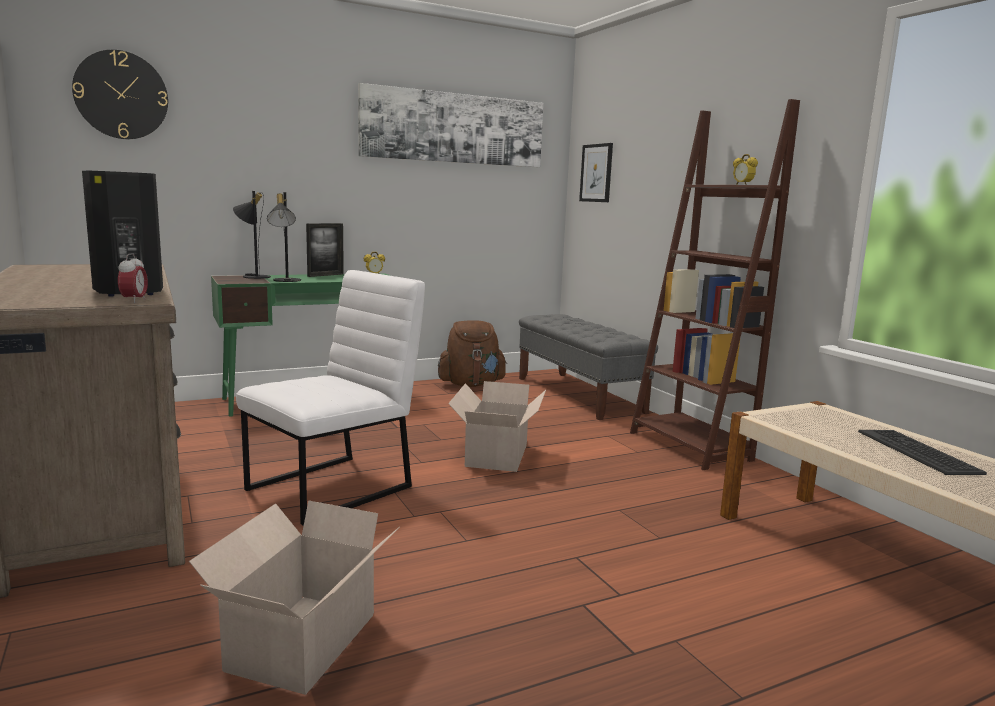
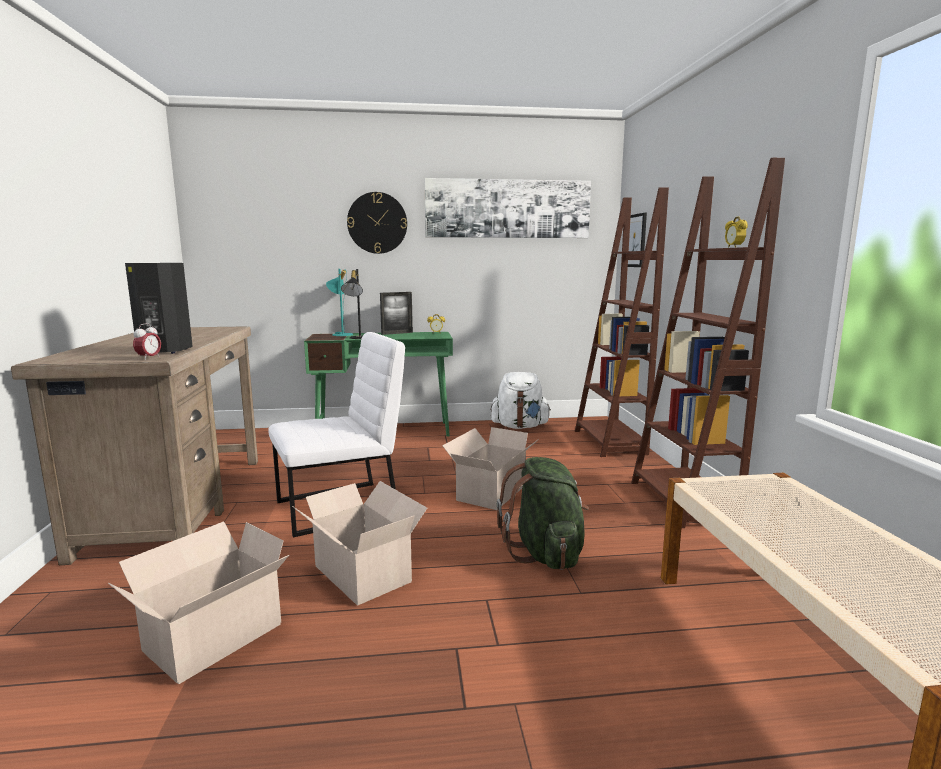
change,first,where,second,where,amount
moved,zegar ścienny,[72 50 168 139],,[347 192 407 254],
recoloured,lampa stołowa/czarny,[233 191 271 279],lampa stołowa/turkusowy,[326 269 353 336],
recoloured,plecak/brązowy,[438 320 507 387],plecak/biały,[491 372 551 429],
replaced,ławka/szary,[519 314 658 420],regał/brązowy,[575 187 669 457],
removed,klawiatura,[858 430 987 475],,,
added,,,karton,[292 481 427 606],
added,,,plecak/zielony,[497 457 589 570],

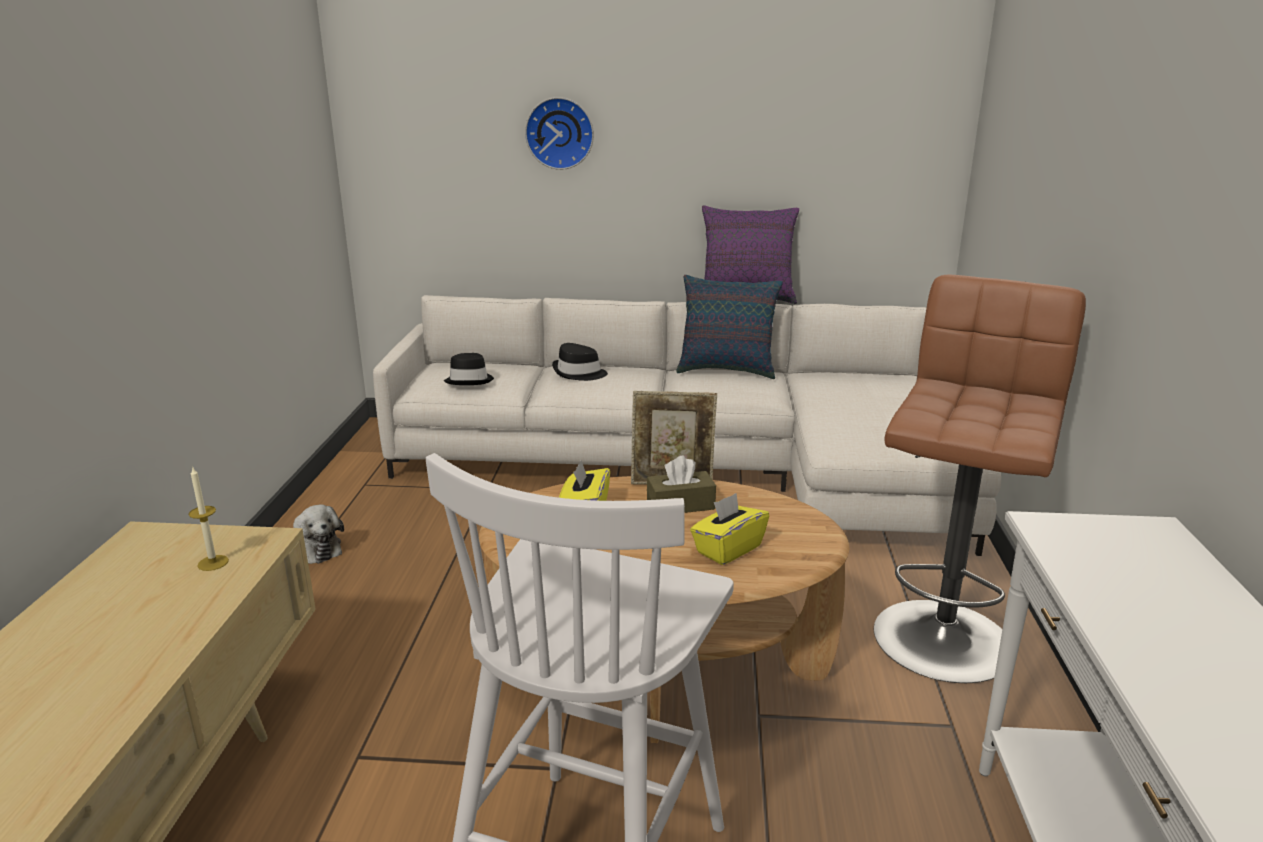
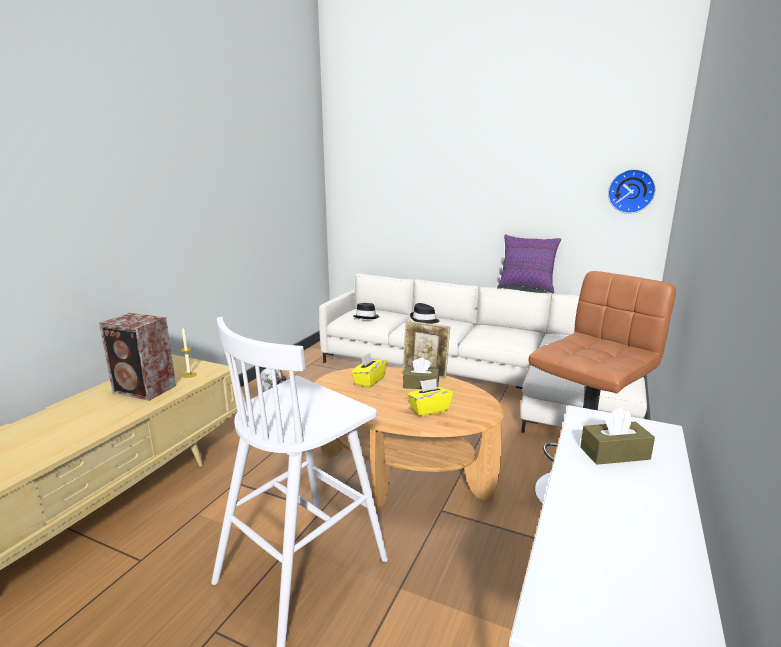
change,first,where,second,where,amount
moved,zegar ścienny,[525 97 594 170],,[608 169 656 214],
removed,poduszka/niebieski,[676 275 783 379],,,
added,,,głośnik,[99 313 176 401],
added,,,pudełko chusteczek/brązowy,[580 408 655 465],

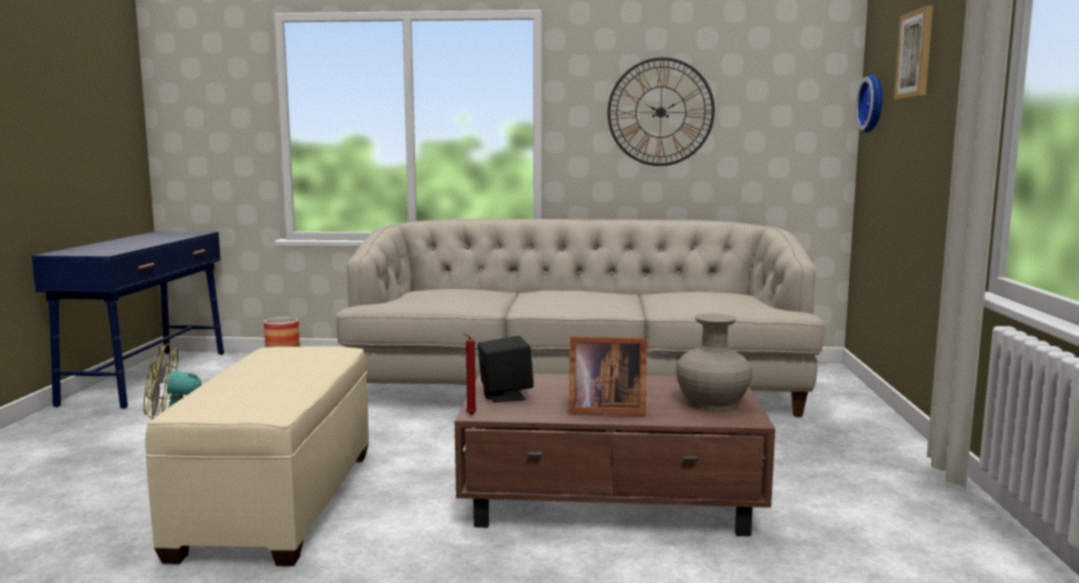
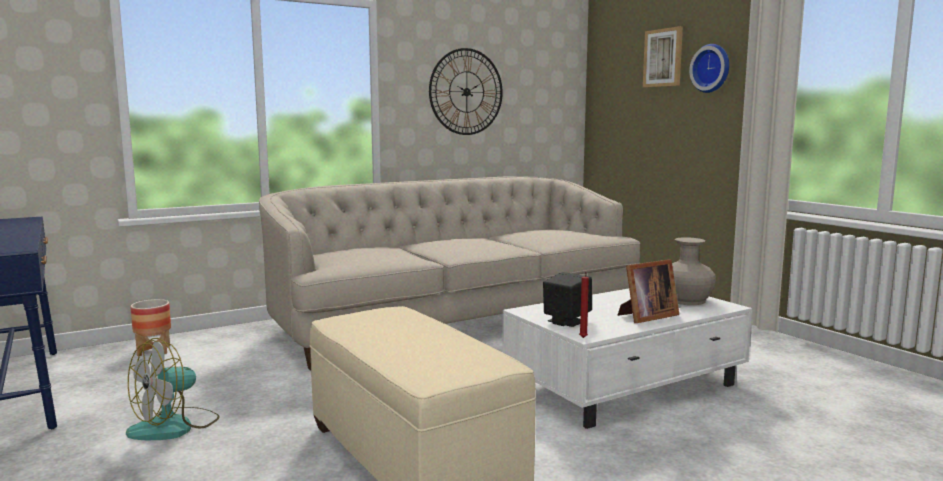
change,first,where,second,where,amount
recoloured,ława/brązowy,[455 373 775 536],ława/biały,[502 289 752 429],
moved,zegar ścienny,[856 74 883 133],,[689 44 729 93],

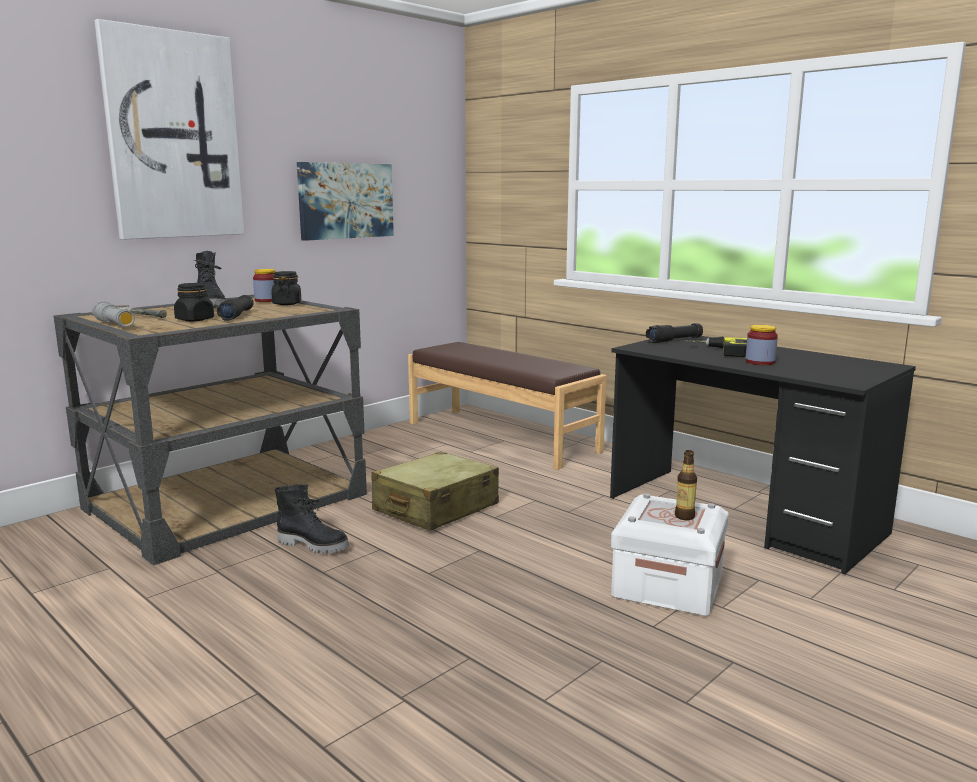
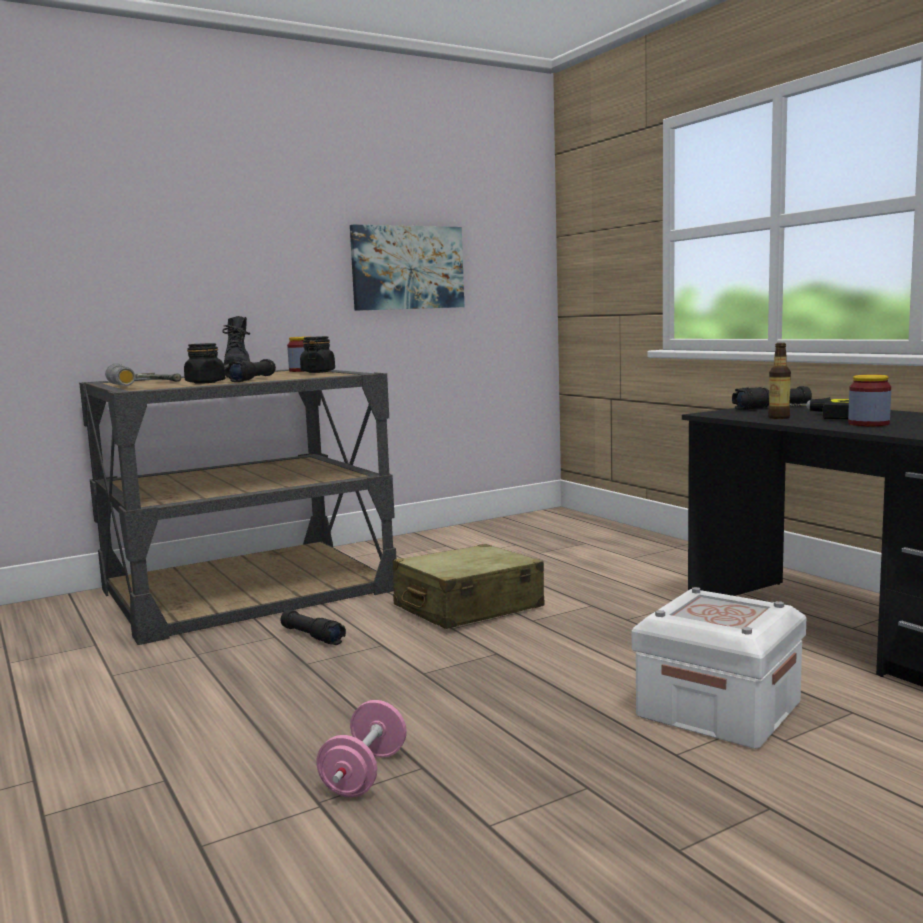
change,first,where,second,where,amount
removed,obraz,[94 19 245 240],,,
replaced,but z cholewką/czarny,[274 484 349 554],latarka/czarny,[281 610 346 645],
removed,ławka/brązowy,[408 342 607 470],,,
moved,butelka,[675 450 697 520],,[768 343 791 419],
added,,,hantel/różowy,[316 700 407 798],

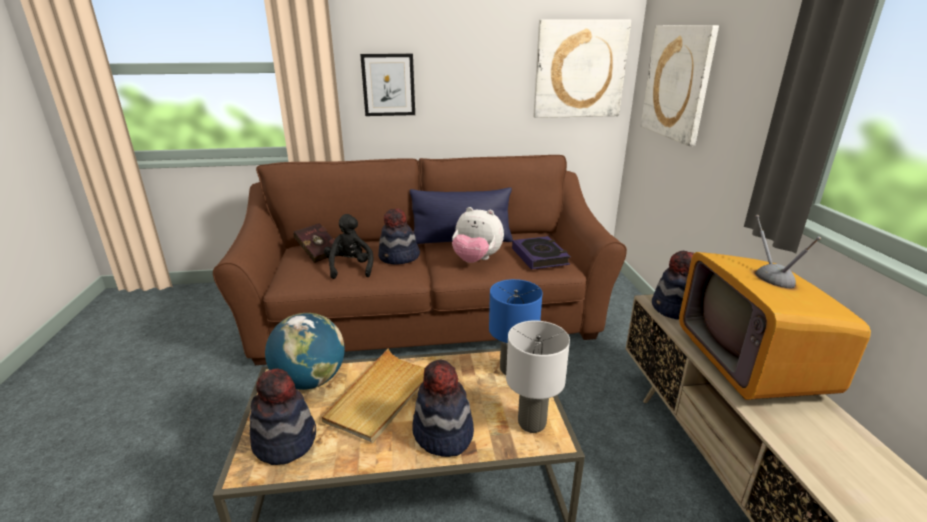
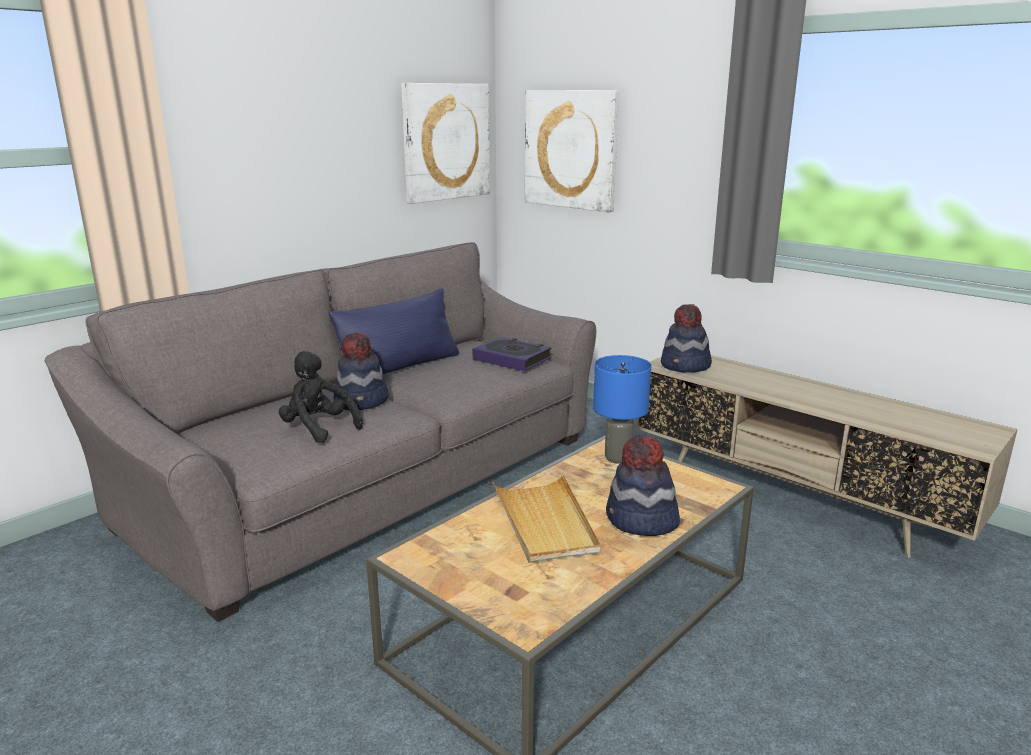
change,first,where,second,where,amount
recoloured,kanapa/brązowy,[213 155 627 365],kanapa/szary,[45 242 596 622],
removed,kapelusz,[250 368 316 465],,,
removed,globus,[265 313 345 390],,,
removed,książka/czerwony,[293 223 335 263],,,
removed,obraz,[360 54 415 116],,,
removed,pluszak,[452 207 504 263],,,
removed,lampa stołowa/biały,[506 320 570 433],,,
removed,telewizor,[679 215 871 400],,,

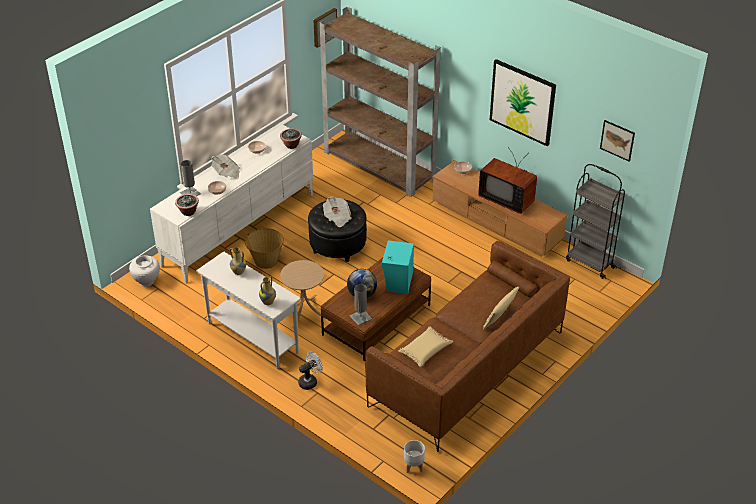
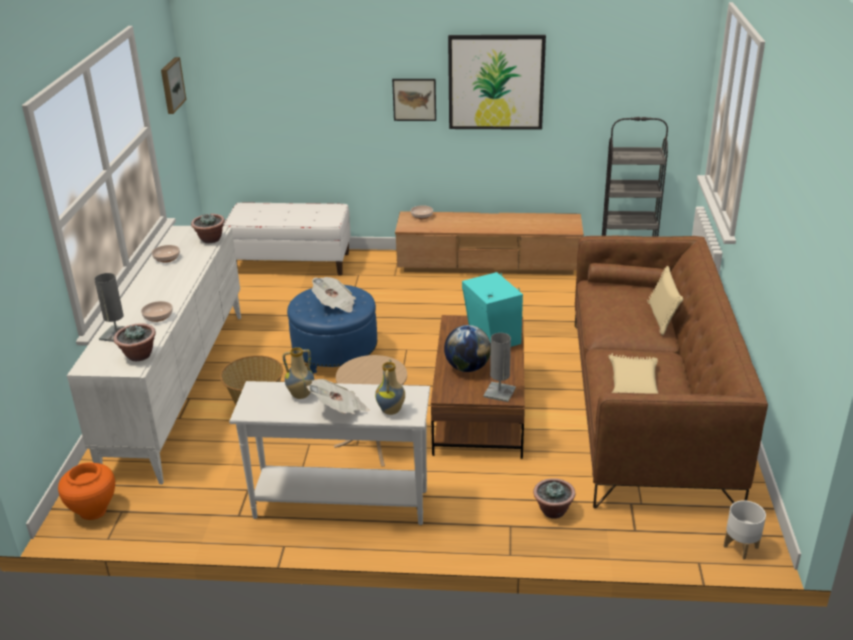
change,first,where,second,where,amount
recoloured,wazon/biały,[129 256 160 287],wazon/pomarańczowy,[58 462 115 520],
moved,gazeta,[211 154 240 179],,[307 379 370 414],
removed,wentylator/biały,[298 352 323 390],,,
recoloured,pufa/czarny,[308 200 367 262],pufa/niebieski,[287 285 378 374],
replaced,regał/brązowy,[320 7 441 197],ławka/biały,[223 202 351 275],
removed,telewizor,[478 147 537 214],,,
moved,obraz,[600 120 635 162],,[392 79 436 121],
added,,,roślina doniczkowa,[533 478 575 519],

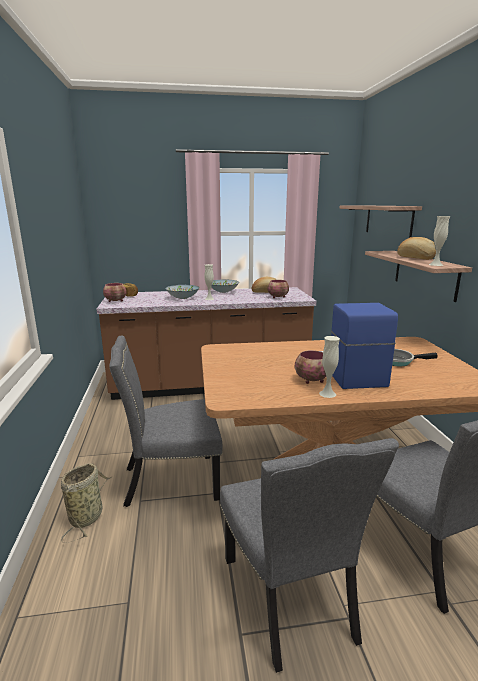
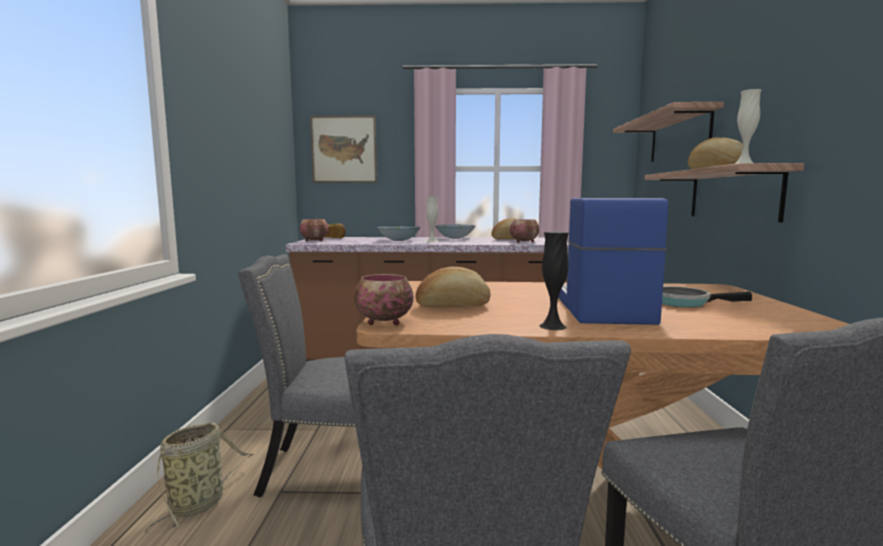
change,first,where,second,where,amount
moved,miska,[295 350 326 384],,[354 274 414 325],
recoloured,wazon/biały,[319 336 340 398],wazon/czarny,[539 231 569 330],
added,,,obraz,[310 116 377 183],
added,,,chleb,[415 267 491 307],

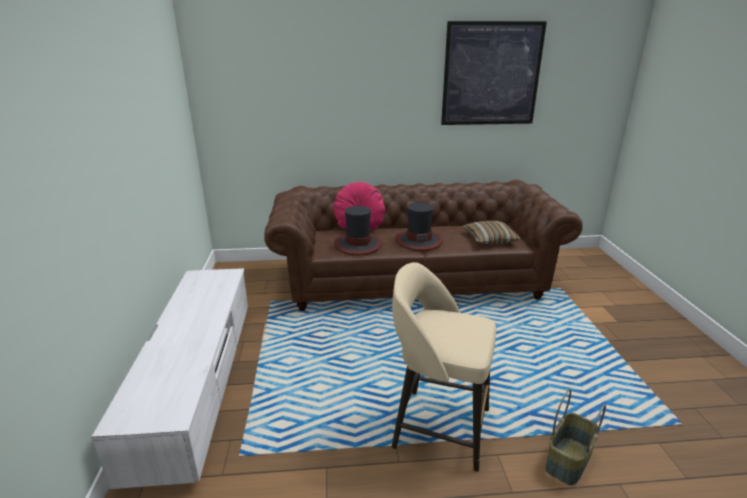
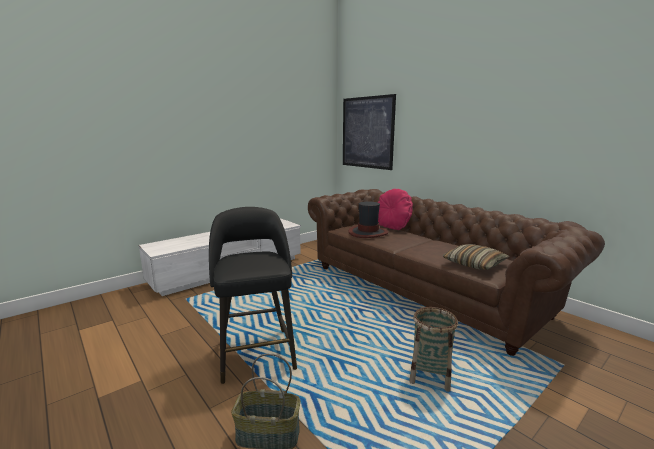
change,first,where,second,where,amount
recoloured,stołek/beżowy,[392 262 496 472],stołek/czarny,[209 207 297 384],
removed,kapelusz,[395 203 443 251],,,
moved,obraz,[441 21 547 125],,[343 94 396 170],
added,,,koszyk,[409 307 458 392],

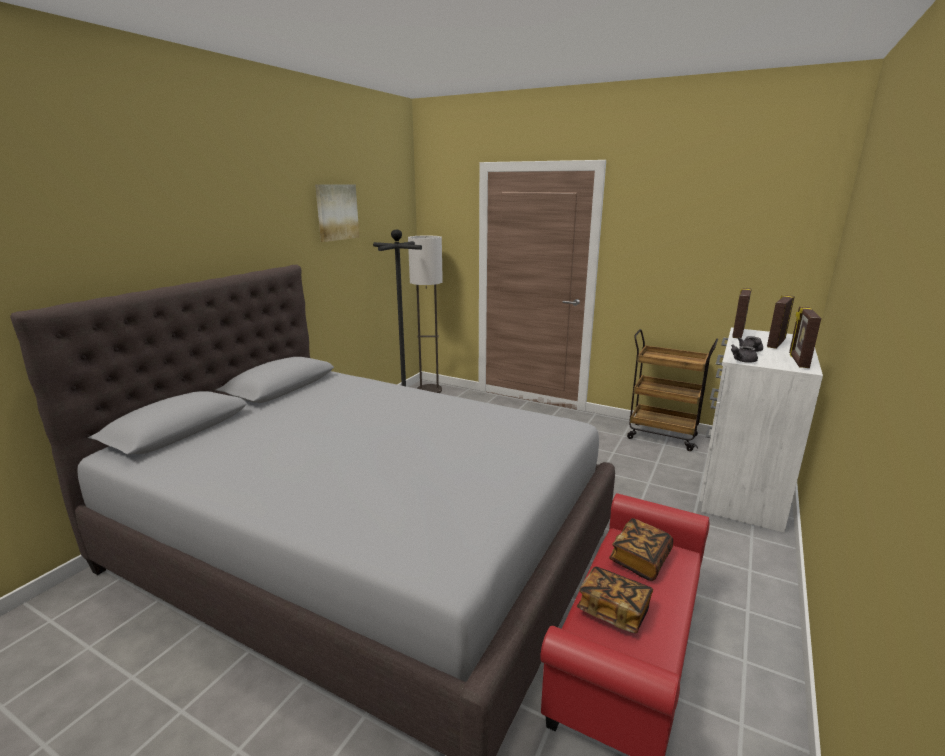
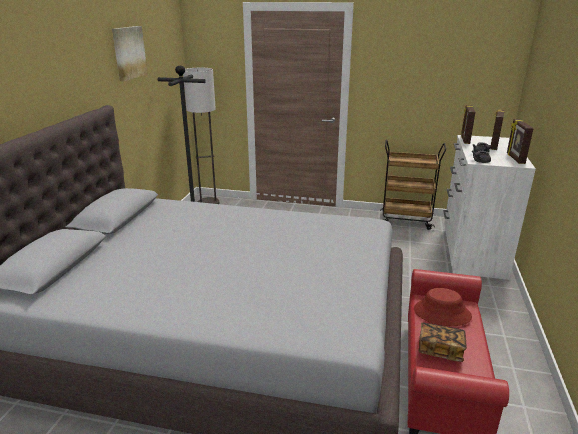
change,first,where,second,where,amount
replaced,książka,[609 518 673 581],kapelusz/czerwony,[414 288 472 326],

